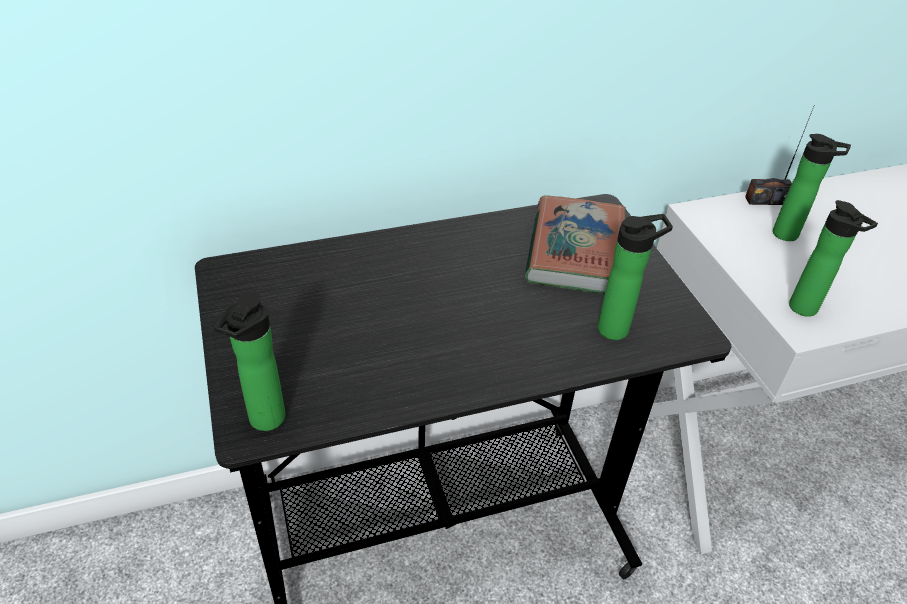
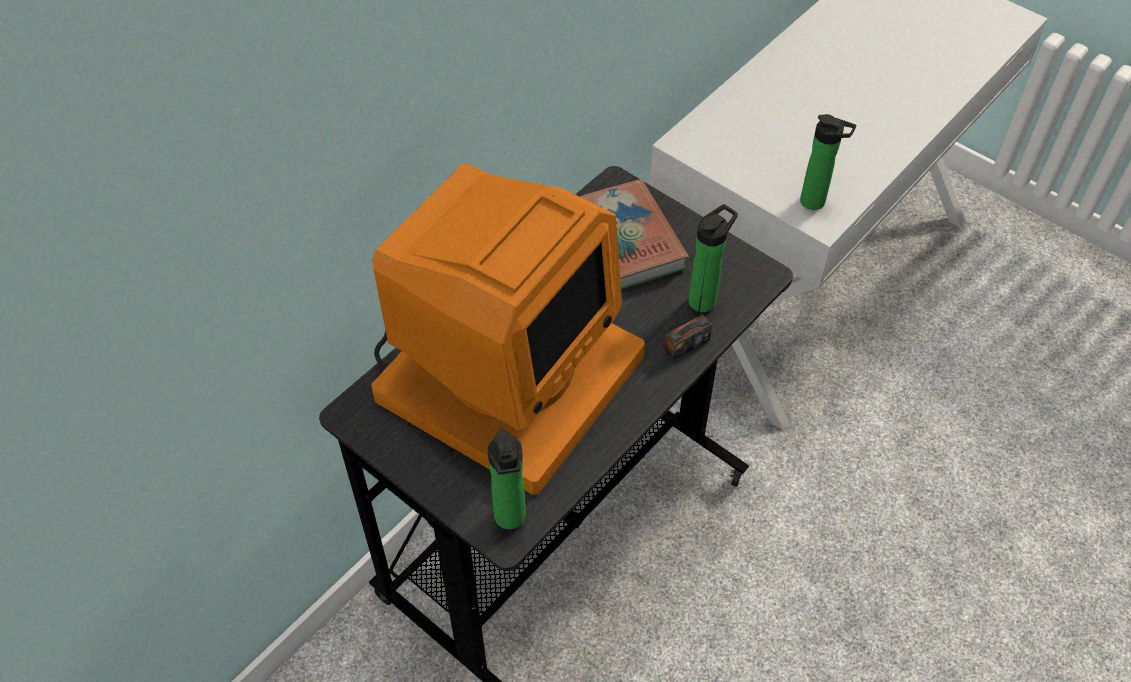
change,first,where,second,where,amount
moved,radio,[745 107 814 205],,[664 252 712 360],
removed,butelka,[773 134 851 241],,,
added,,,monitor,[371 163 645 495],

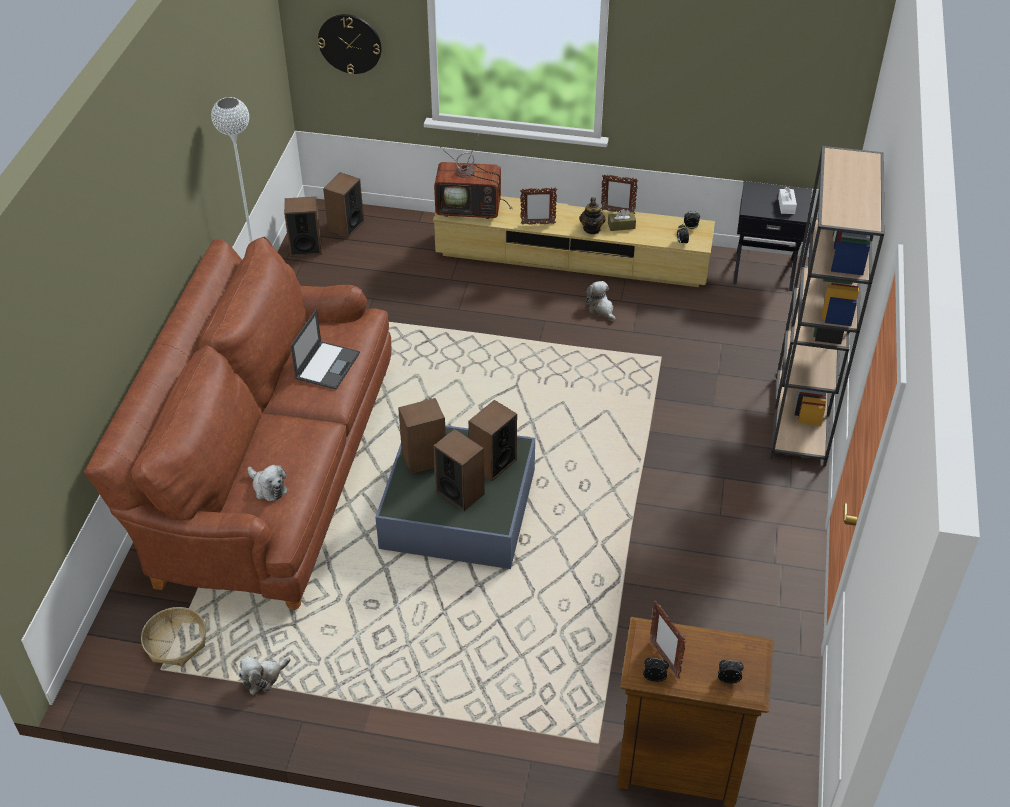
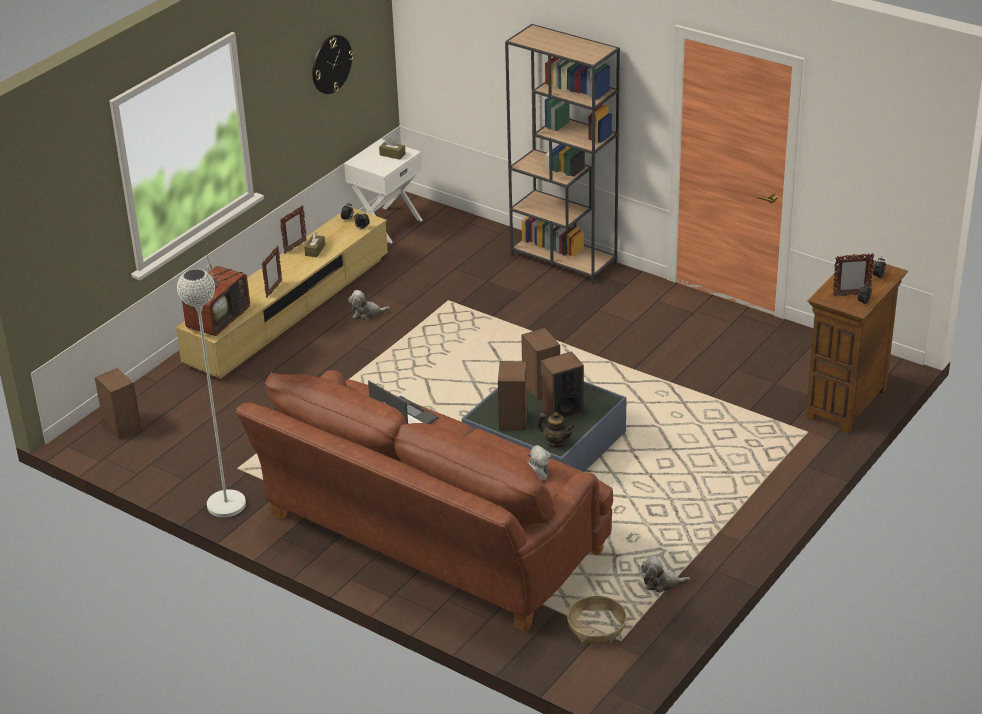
change,first,where,second,where,amount
turned,pluszak,[239 656 290 695],,[641 556 690 593],105 degrees clockwise
removed,głośnik,[284 197 322 256],,,
moved,zegar ścienny,[318 14 382 74],,[312 35 354 94],
moved,imbryk,[579 197 606 234],,[537 412 574 448],
recoloured,szafka nocna/czarny,[733 181 812 291],szafka nocna/biały,[344 139 422 243],
recoloured,pudełko chusteczek/biały,[778 187 797 214],pudełko chusteczek/brązowy,[379 138 405 160],

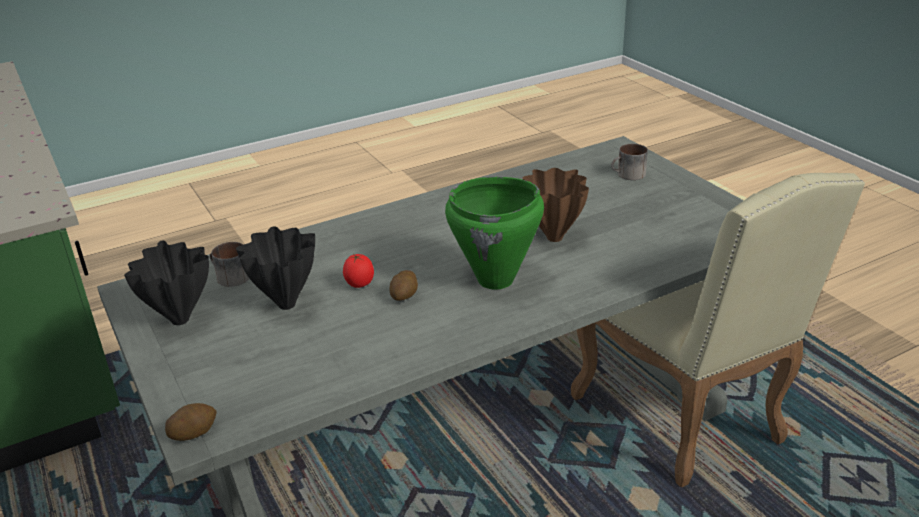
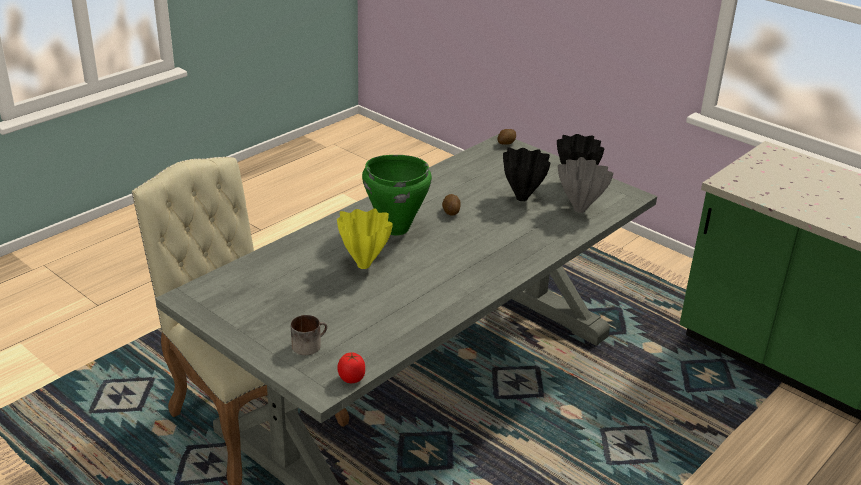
change,first,where,second,where,amount
replaced,kubek,[209 242 249 287],wazon/szary,[558 157 613 213],
moved,pomidor,[343 254 374 288],,[337 352 365 383],
recoloured,wazon/brązowy,[523 168 589 242],wazon/żółty,[337 209 393 269],

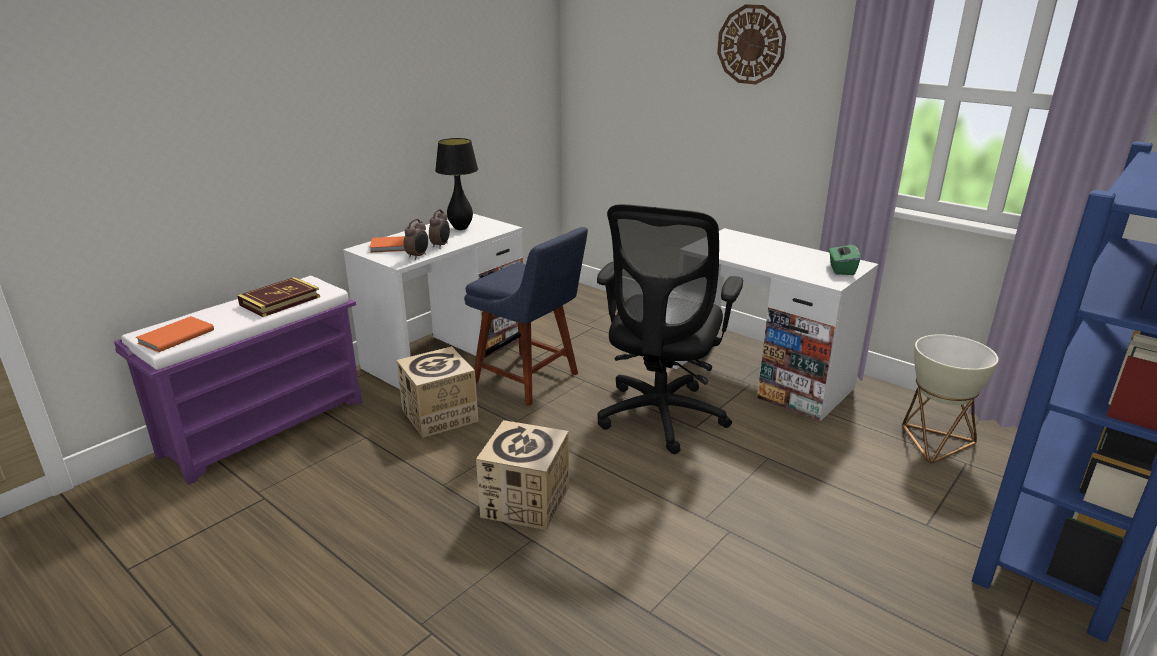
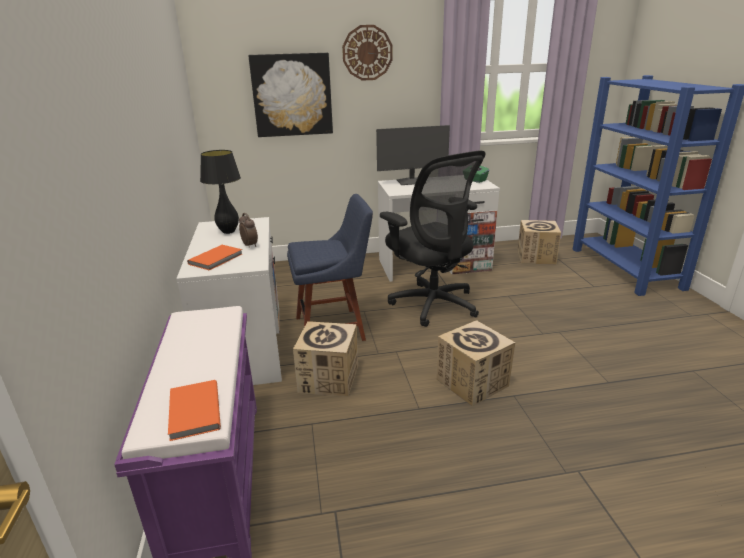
change,first,where,second,where,amount
removed,książka,[237 277 320 317],,,
removed,budzik,[404 219 428 260],,,
replaced,donica,[902 334 999 463],karton,[518 220 561 265],
added,,,obraz,[248 53 333 137],
added,,,monitor,[376 125 450 185],

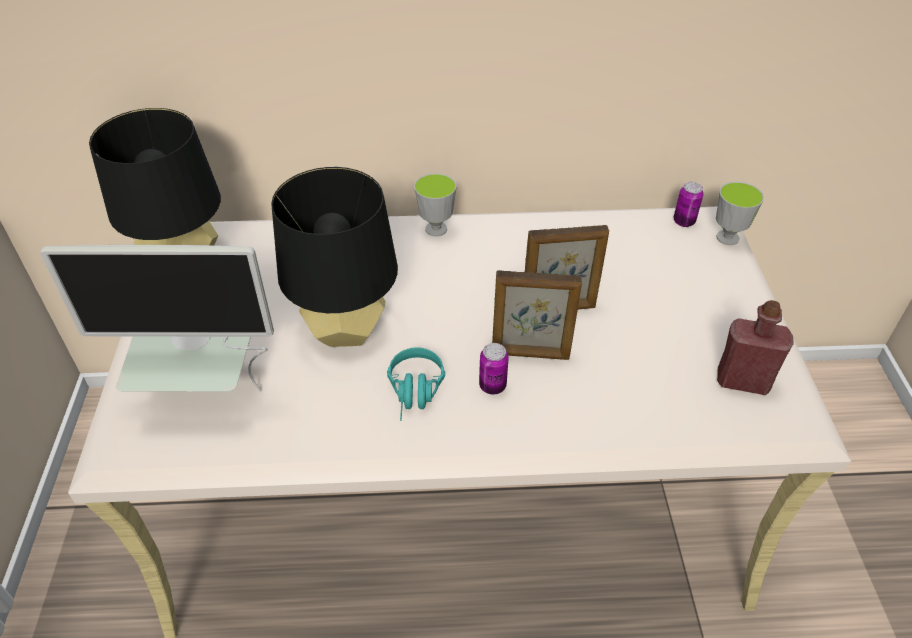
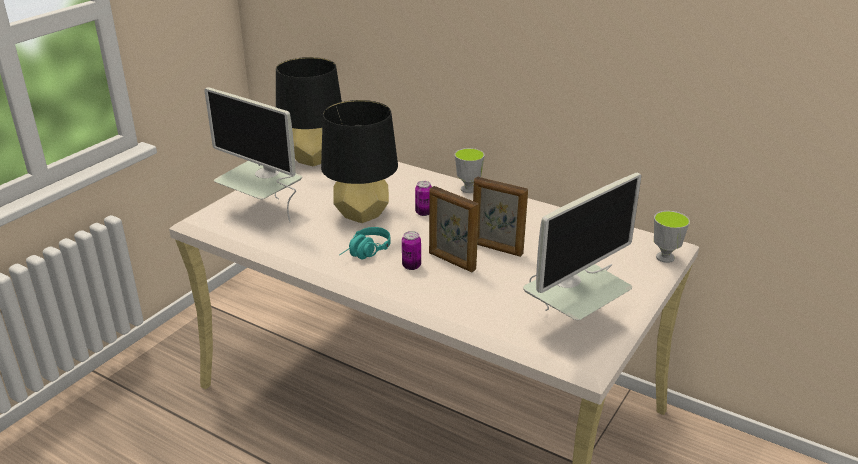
change,first,where,second,where,amount
moved,puszka,[673 182 703 227],,[415 181 432 216],
replaced,butelka/czerwony,[717 300 794 395],monitor,[523 173 641 320],

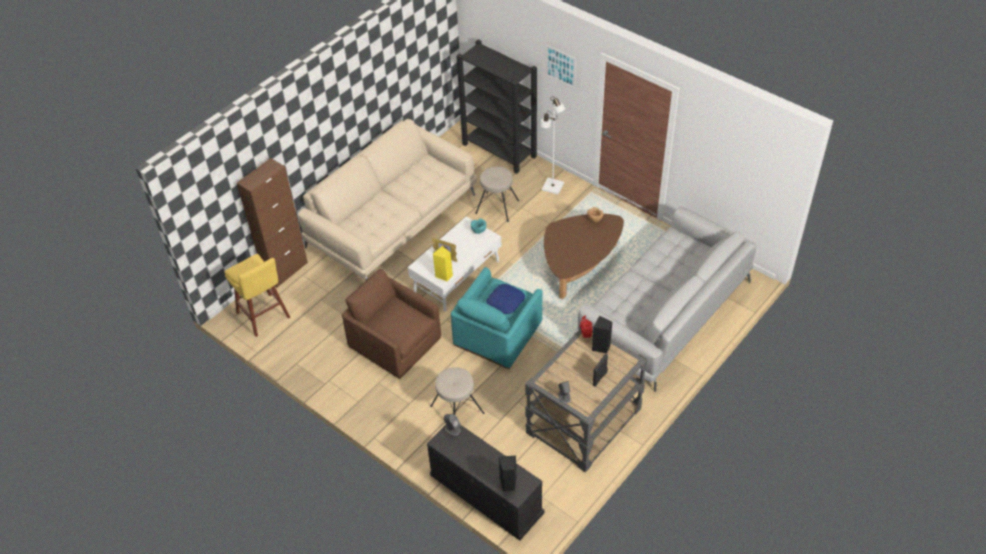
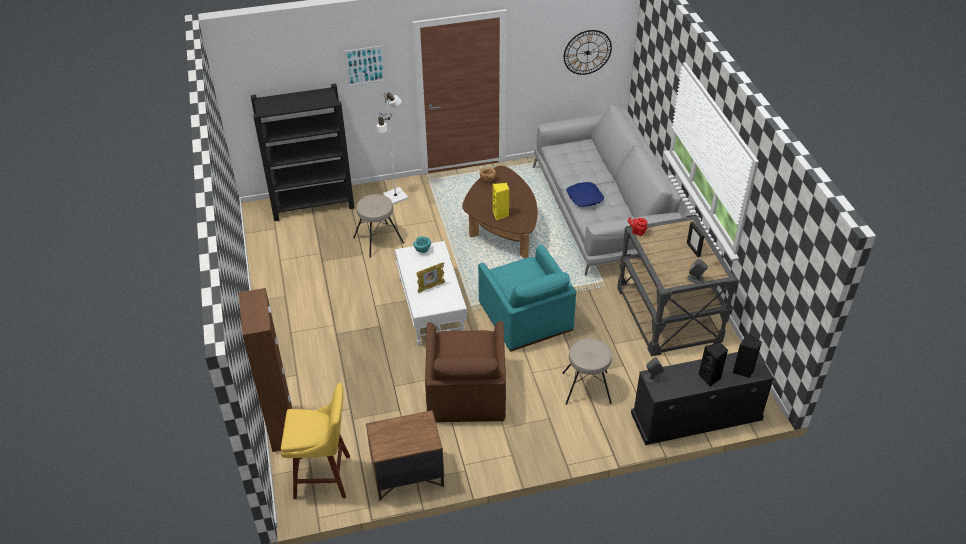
change,first,where,second,where,amount
removed,kanapa/beżowy,[298 119 477 280],,,
turned,fotel/brązowy,[342 269 441 379],,[425 321 506 422],75 degrees counterclockwise
moved,głośnik/żółty,[433 246 453 281],,[492 183 509 220],
moved,poduszka/niebieski,[486 284 525 314],,[566 182 604 207],
moved,głośnik/czarny,[592 316 612 353],,[699 342 728 387],
added,,,szafka nocna/brązowy,[366 410 444 501],
added,,,zegar ścienny,[564 30 612 75],

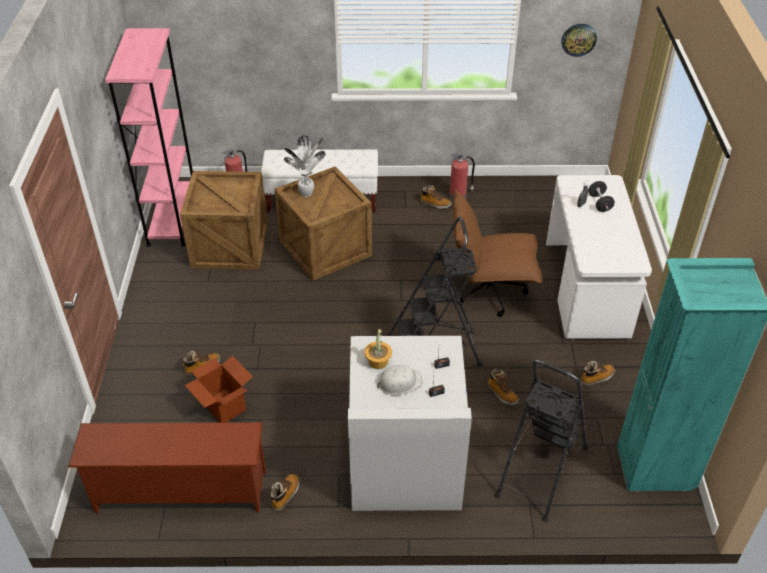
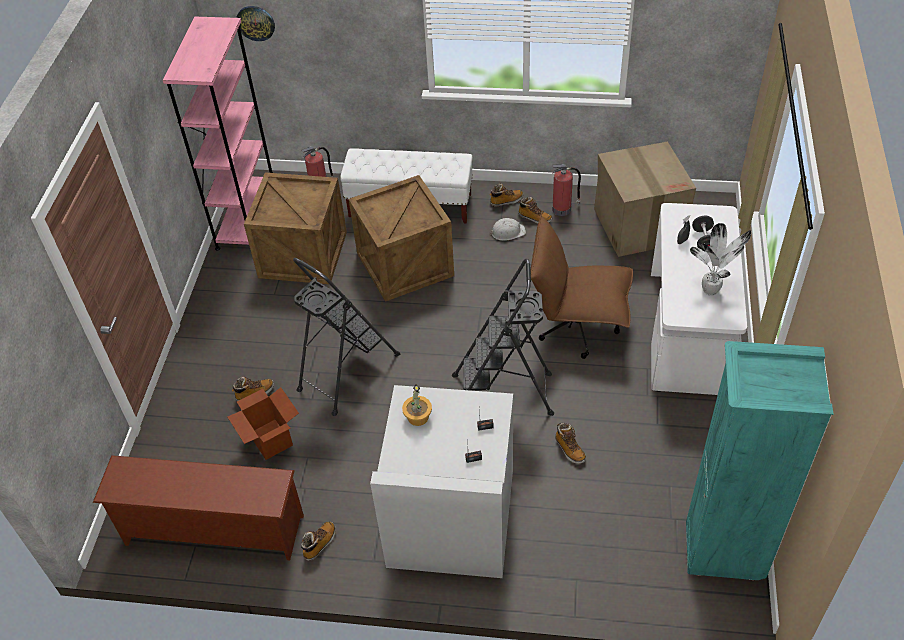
change,first,where,second,where,amount
moved,roślina doniczkowa,[284 135 326 197],,[690 223 751 296],
moved,kask/biały,[377 365 423 395],,[490 218 526 241],
moved,drabinka,[494 360 588 522],,[293 258 400 416],
moved,zegar ścienny,[561 24 597 57],,[236 6 275 41],
moved,but z cholewką,[581 361 615 386],,[490 184 523 207],
added,,,karton,[594 141 696 257],

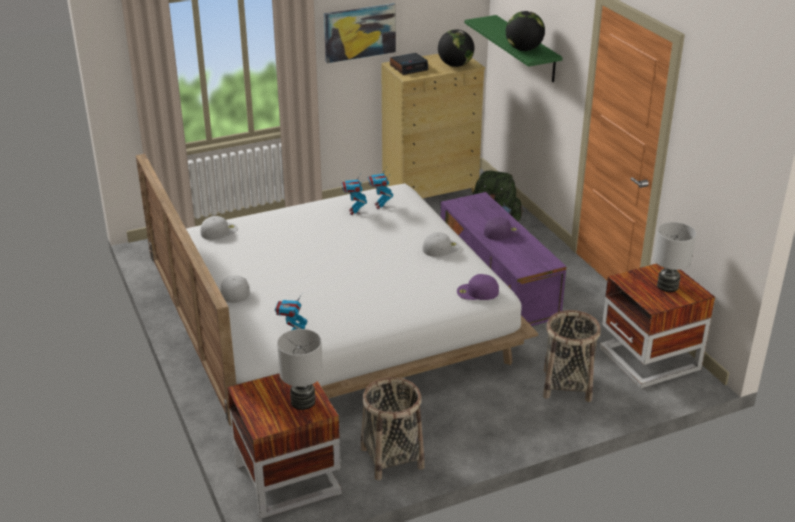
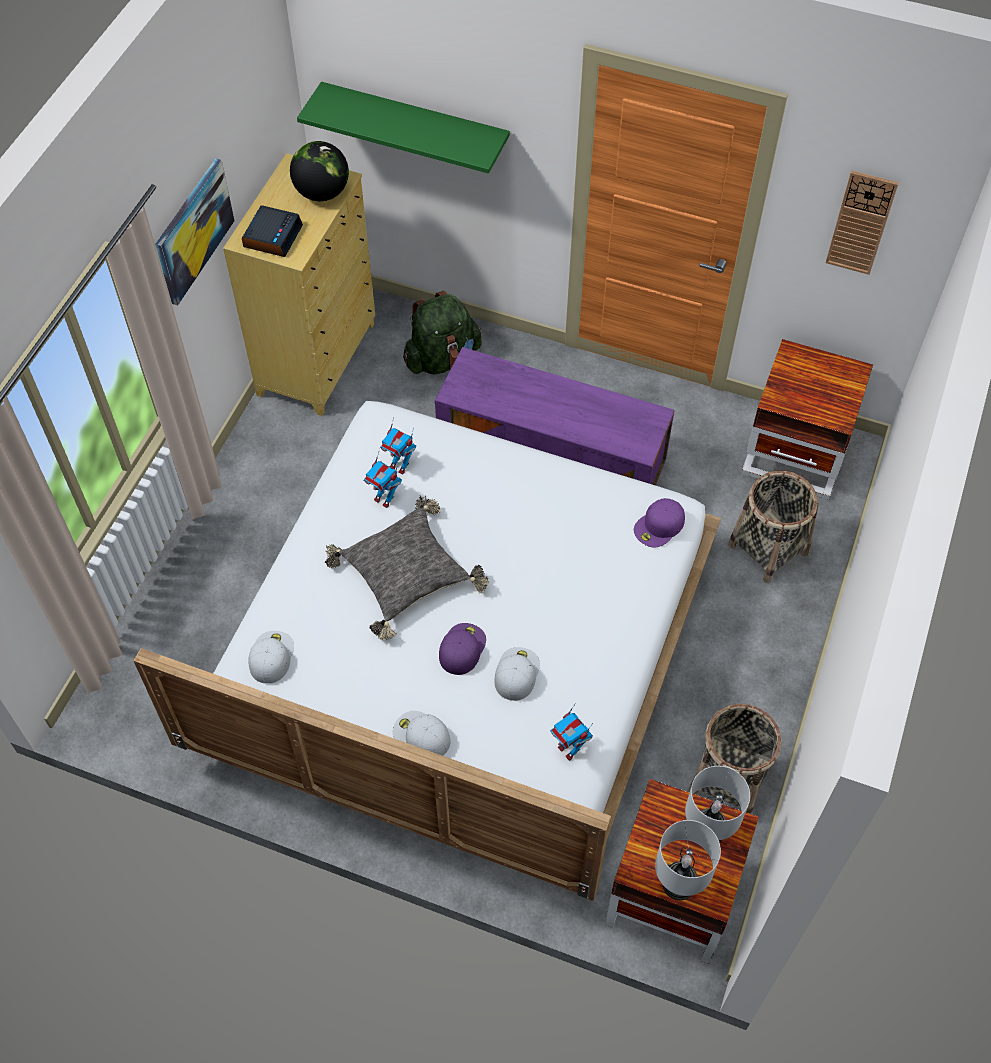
change,first,where,second,where,amount
moved,czapka z daszkiem/biały,[423 232 460 257],,[494 647 540 701],
moved,czapka z daszkiem/fioletowy,[484 217 520 240],,[439 623 486 675],
removed,globus,[506 11 545 51],,,
moved,lampa stołowa/szary,[654 222 696 292],,[655 820 721 900],
added,,,poduszka,[325 496 489 640],
added,,,zegar ścienny,[826 170 899 275],

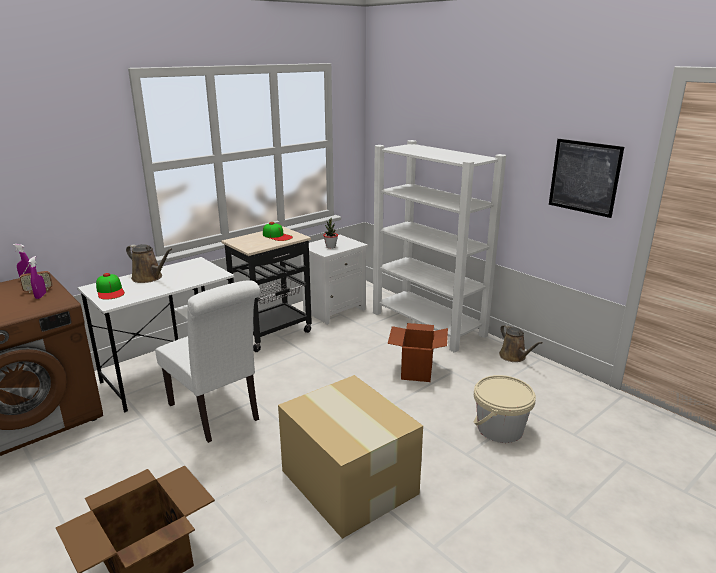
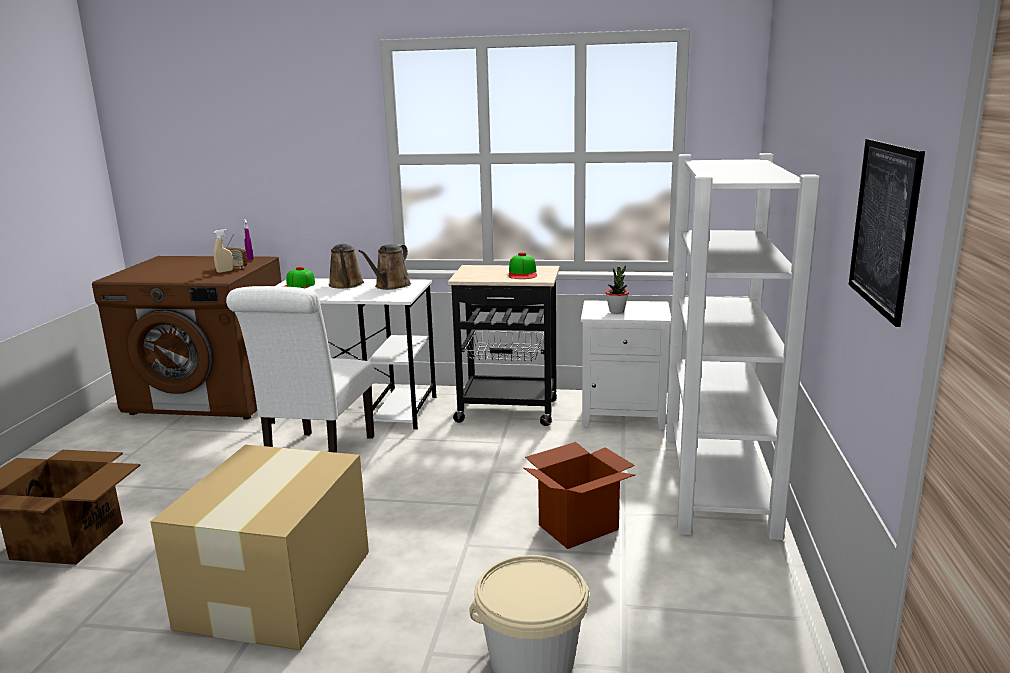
change,first,where,second,where,amount
recoloured,spryskiwacz/fioletowy,[28 256 46 299],spryskiwacz/beżowy,[214 229 234 273],
moved,konewka/brązowy,[499 324 542 362],,[358 244 411 290],

